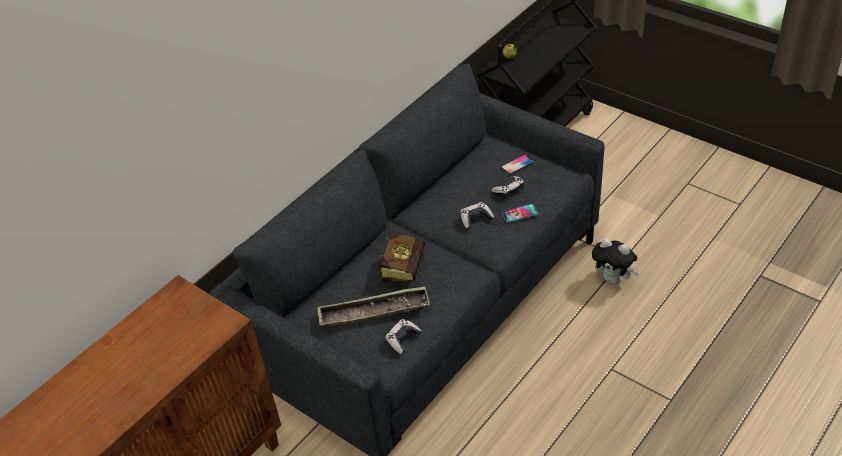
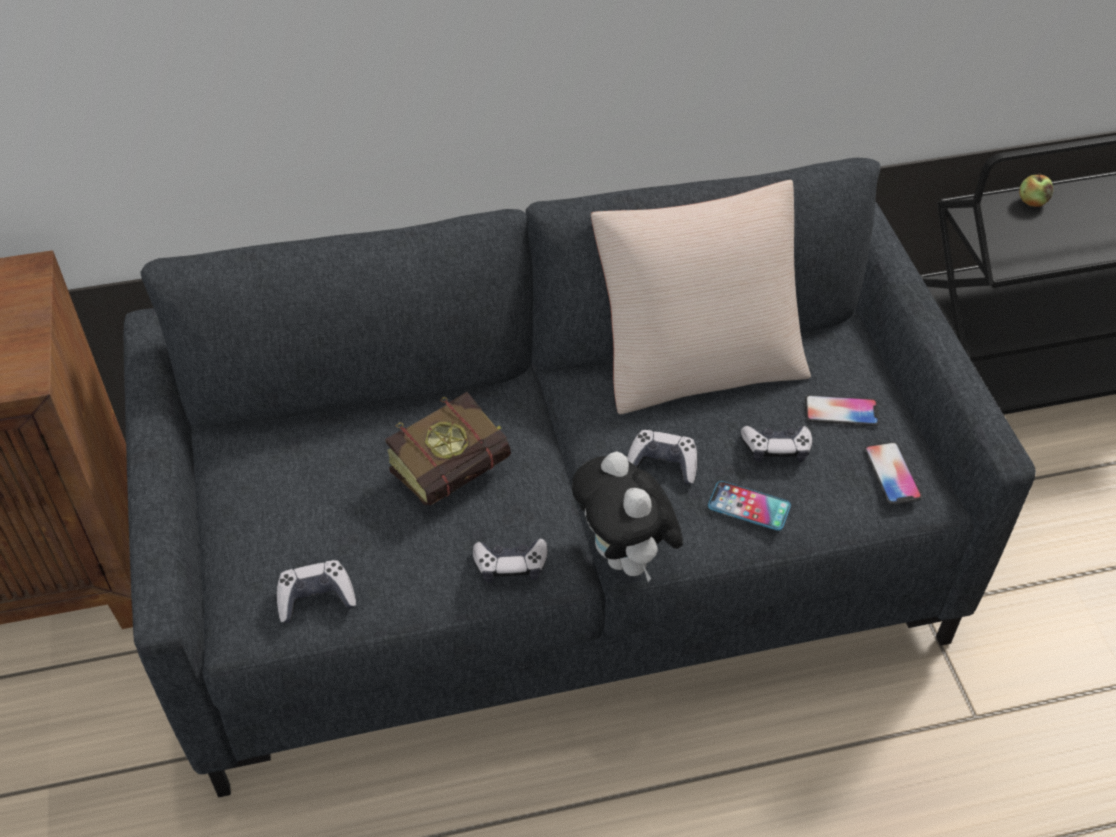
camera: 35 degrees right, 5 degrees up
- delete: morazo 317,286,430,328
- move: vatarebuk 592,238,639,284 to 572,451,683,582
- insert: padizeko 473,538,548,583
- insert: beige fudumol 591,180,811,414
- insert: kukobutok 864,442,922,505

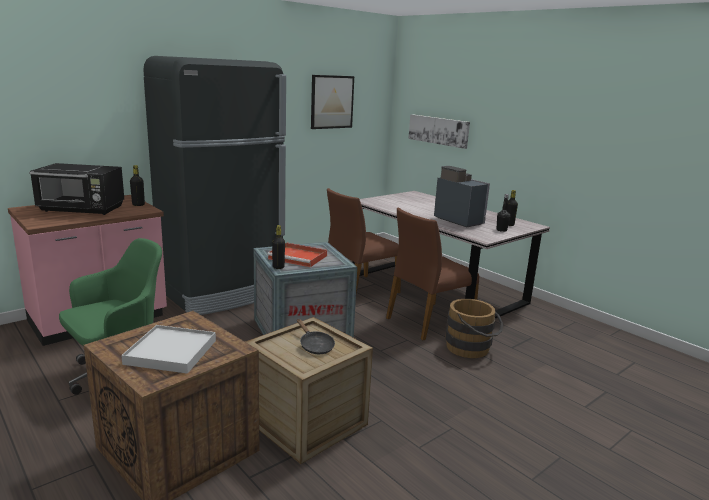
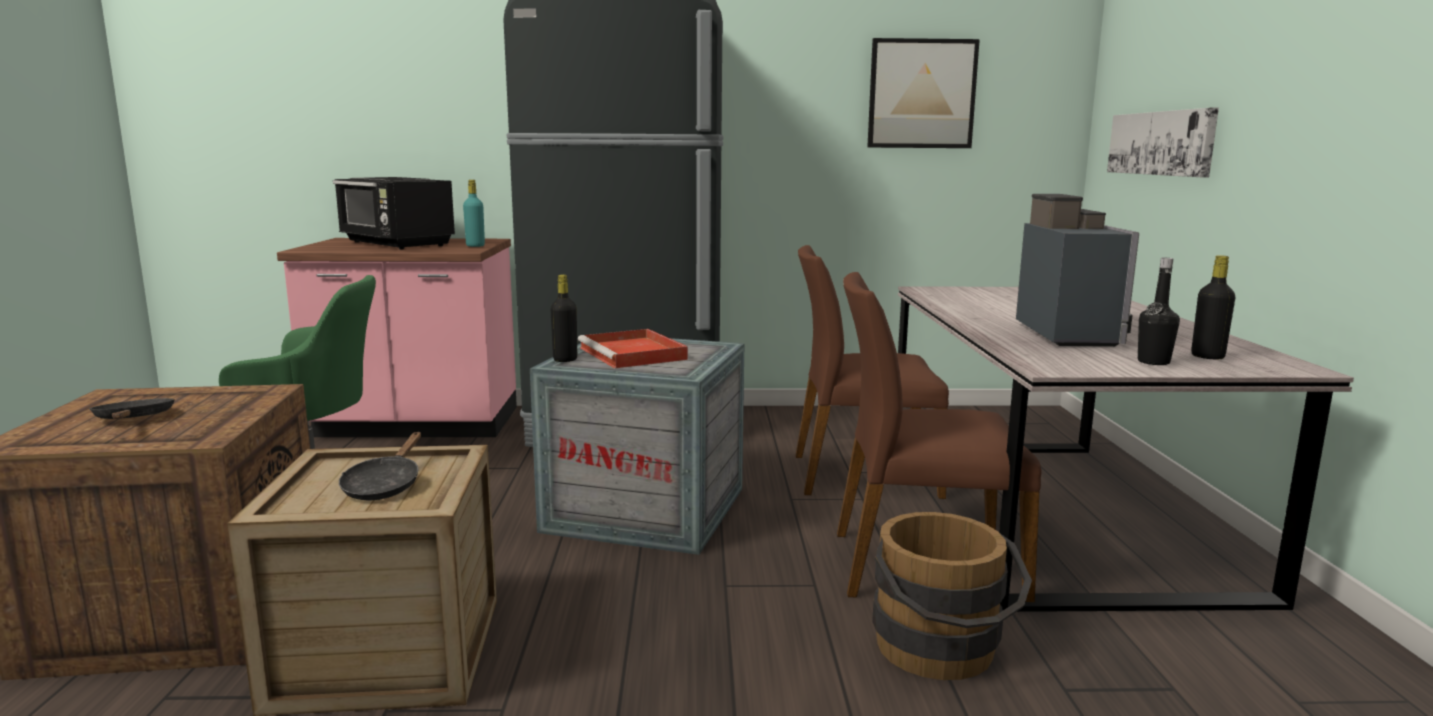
camera: 40 degrees right, 5 degrees down
- replace: white morazo 121,325,216,374 to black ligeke 89,398,175,419
- recolor: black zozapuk 130,165,145,206 to turquoise zozapuk 463,180,485,247

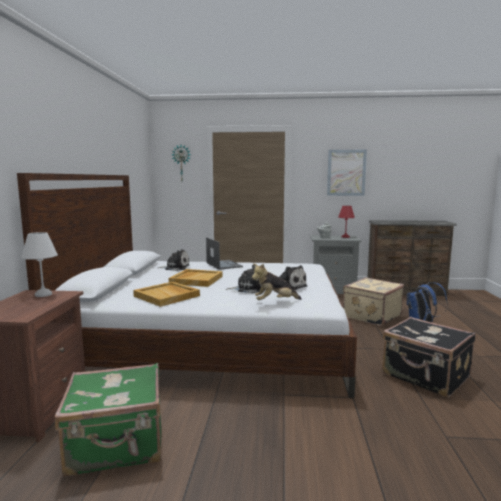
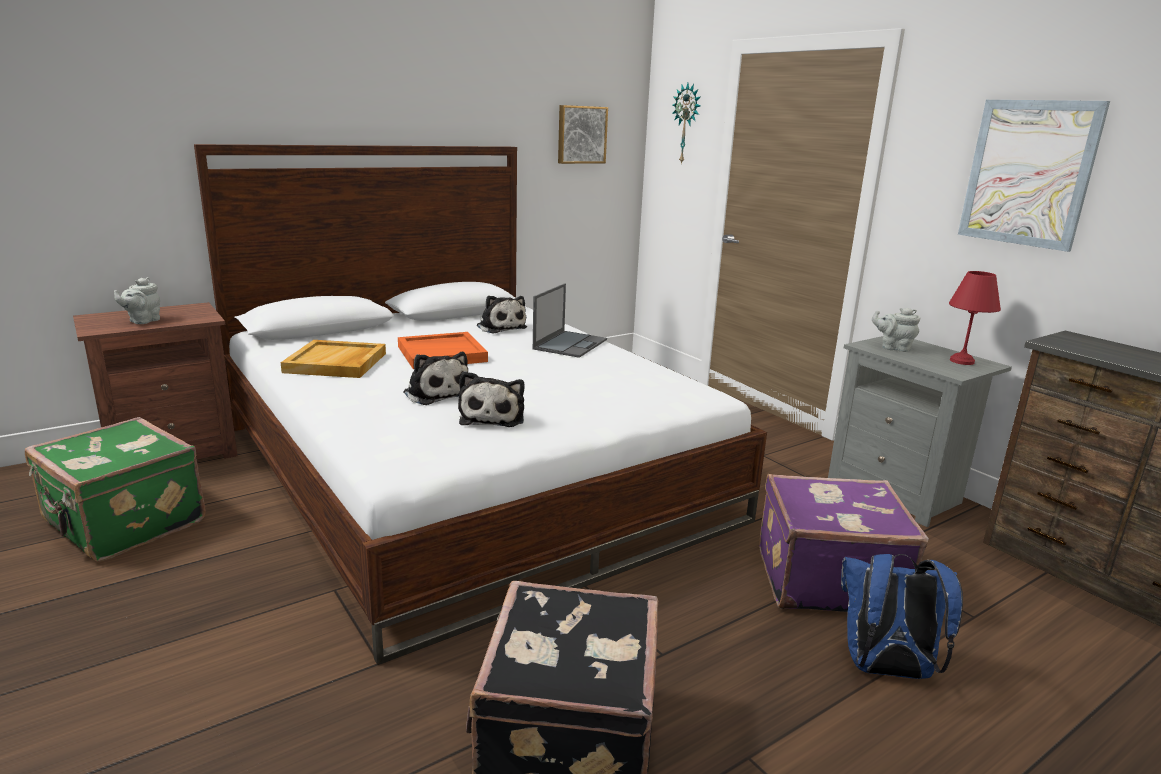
camera: 50 degrees right, 10 degrees up
- delete: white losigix 21,232,58,297
- recolor: beige morazo 169,269,223,287 to orange morazo 398,332,488,369
- delete: vatarebuk 252,263,302,300
- recolor: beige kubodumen 343,277,404,326 to purple kubodumen 759,474,929,612
- insert: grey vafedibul 114,277,160,324
- insert: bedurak 558,105,608,164

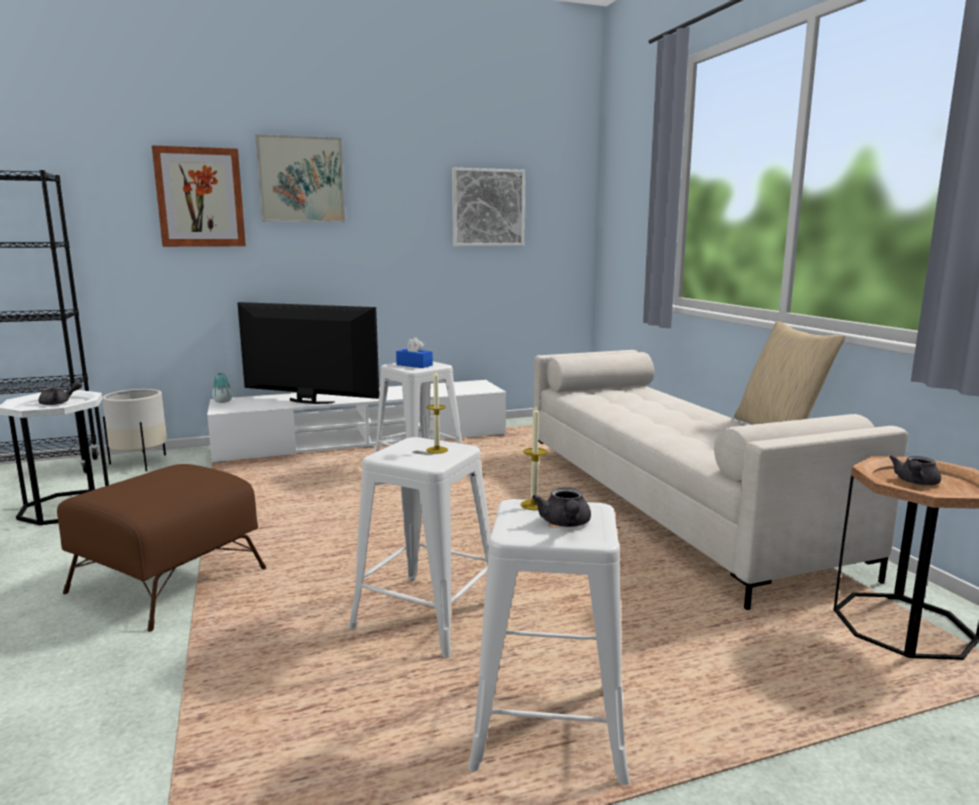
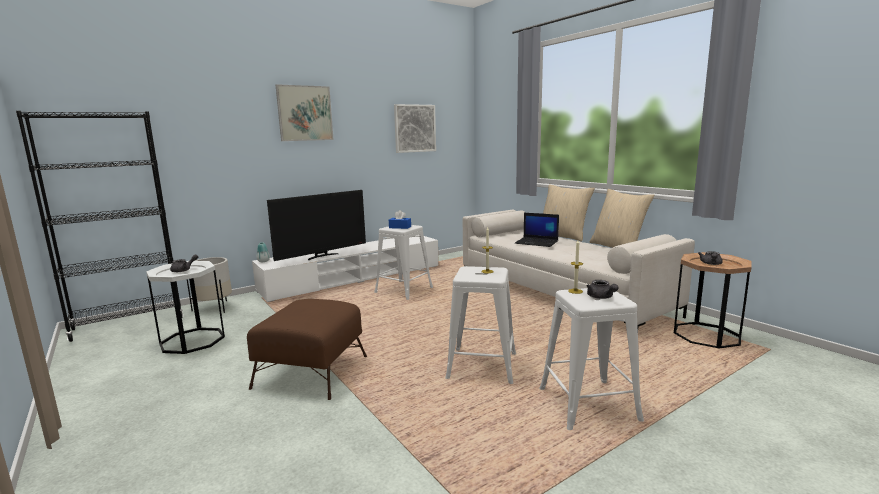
camera: 15 degrees left, 0 degrees up
- delete: bedurak 152,145,246,247
- rotate: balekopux 237,302,379,404 = 267,190,366,261 135 degrees clockwise
- insert: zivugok 515,213,559,247
- insert: beige fudumol 543,184,595,242

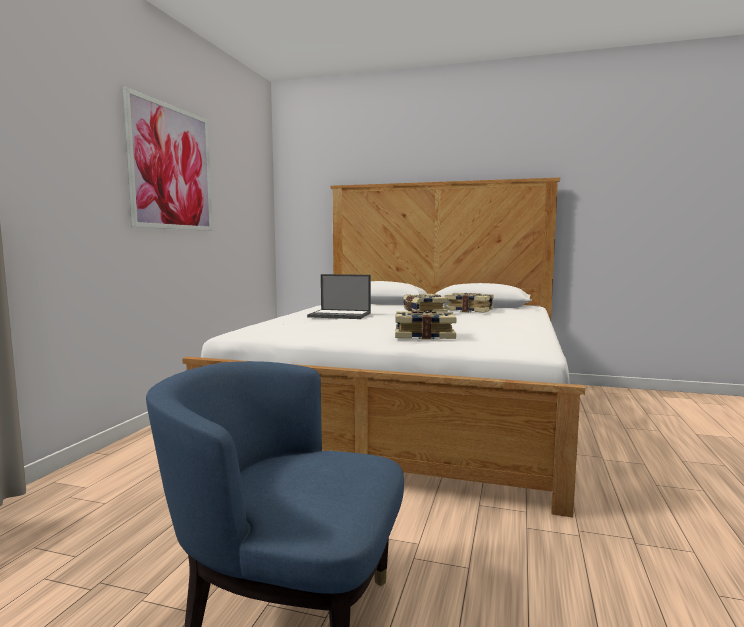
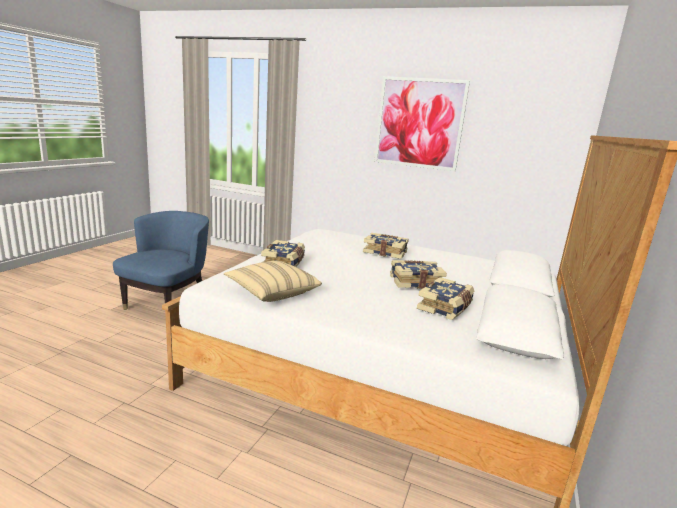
camera: 95 degrees right, 10 degrees up
- replace: zivugok 307,274,371,319 to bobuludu 363,233,408,259
- insert: beige fudumol 224,261,322,302

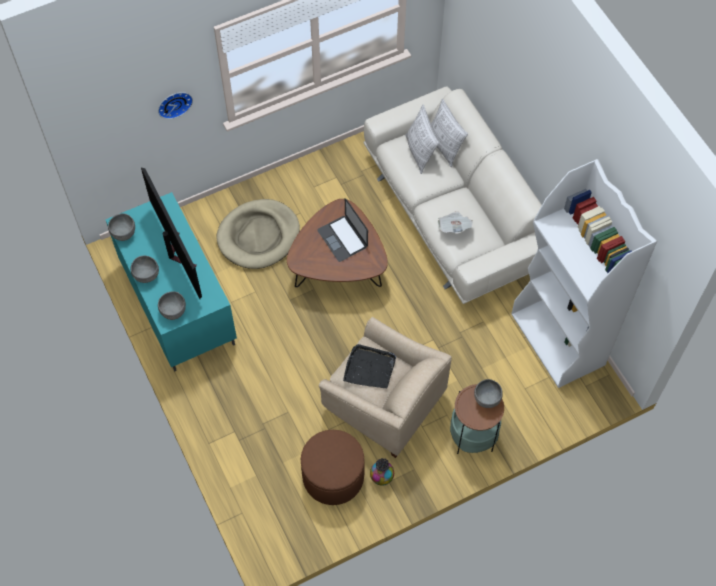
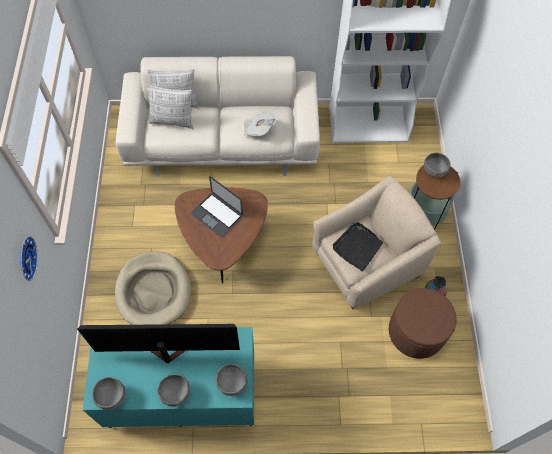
camera: 65 degrees left, 0 degrees up
- rotate: zivugok 317,198,368,262 = 191,176,243,237 45 degrees clockwise

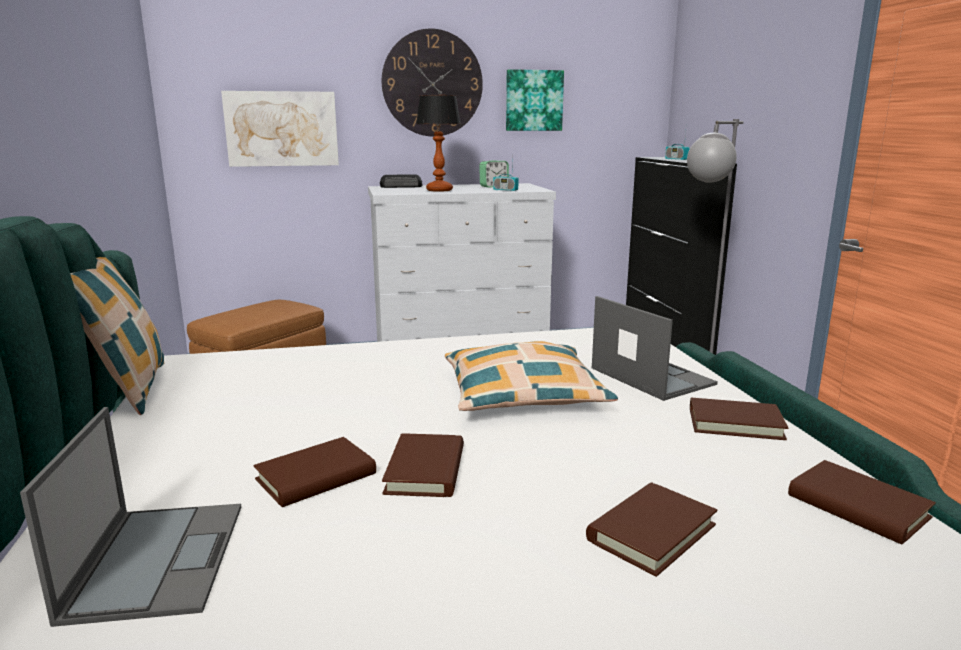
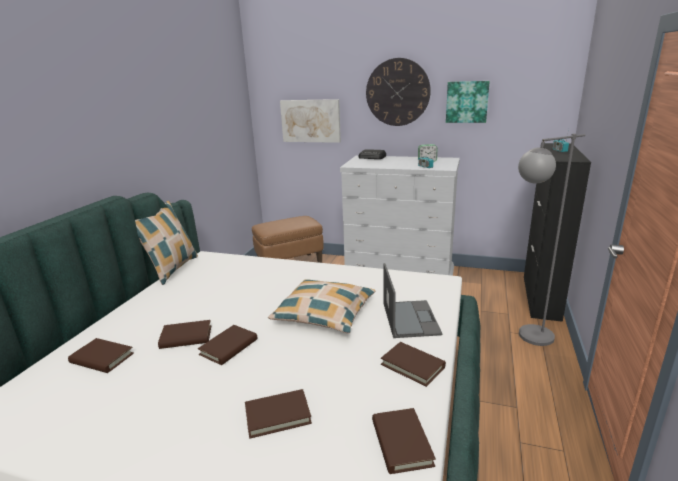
camera: 30 degrees right, 5 degrees up
- replace: zivugok 20,407,241,627 to brown bobuludu 68,338,134,373
- delete: losigix 416,95,461,192

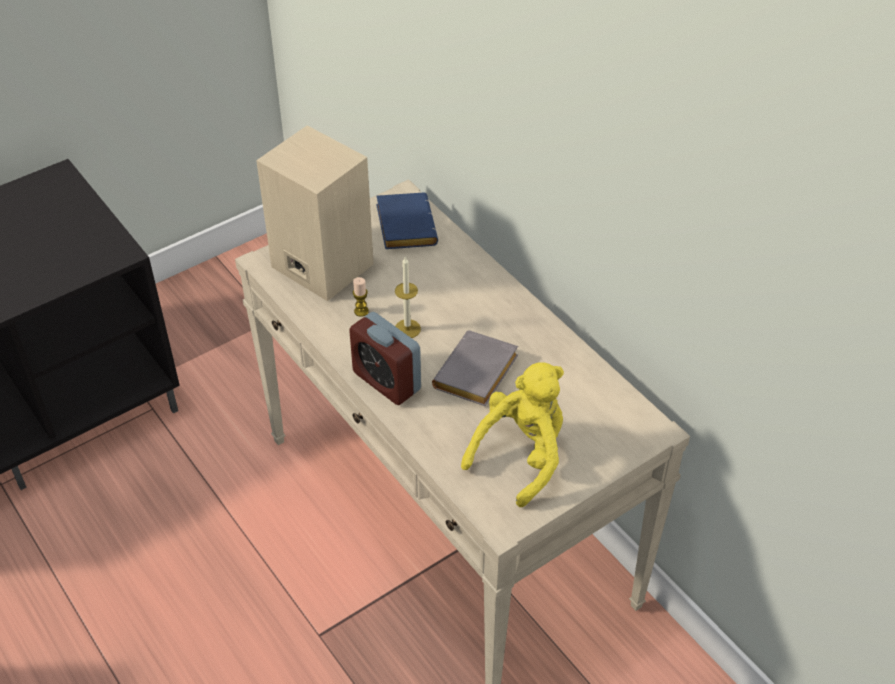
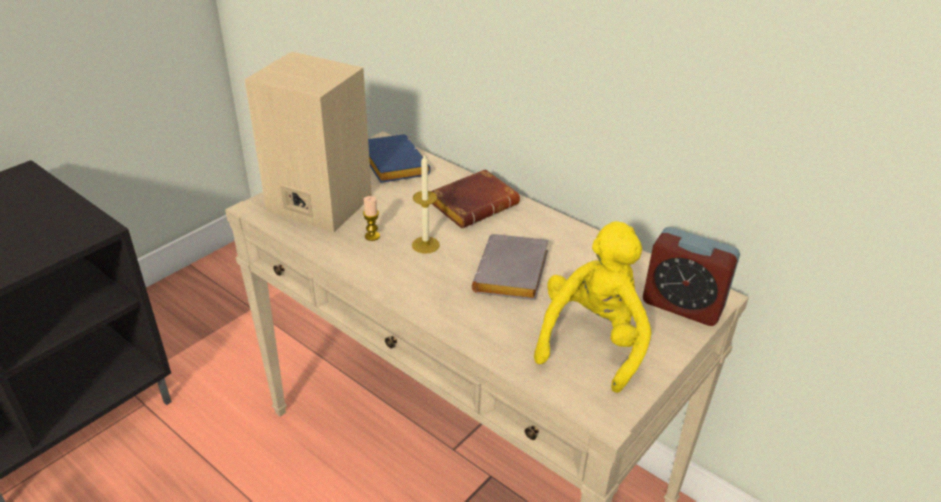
camera: 15 degrees left, 10 degrees down
- move: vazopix 349,312,421,405 to 643,227,740,326
- insert: brown bobuludu 431,169,520,228

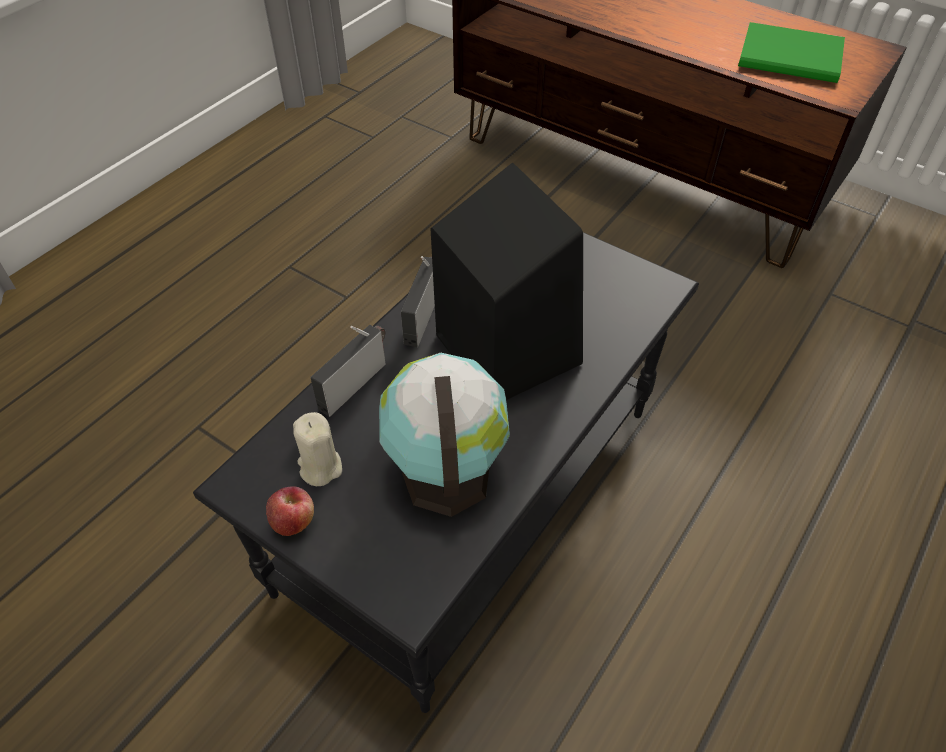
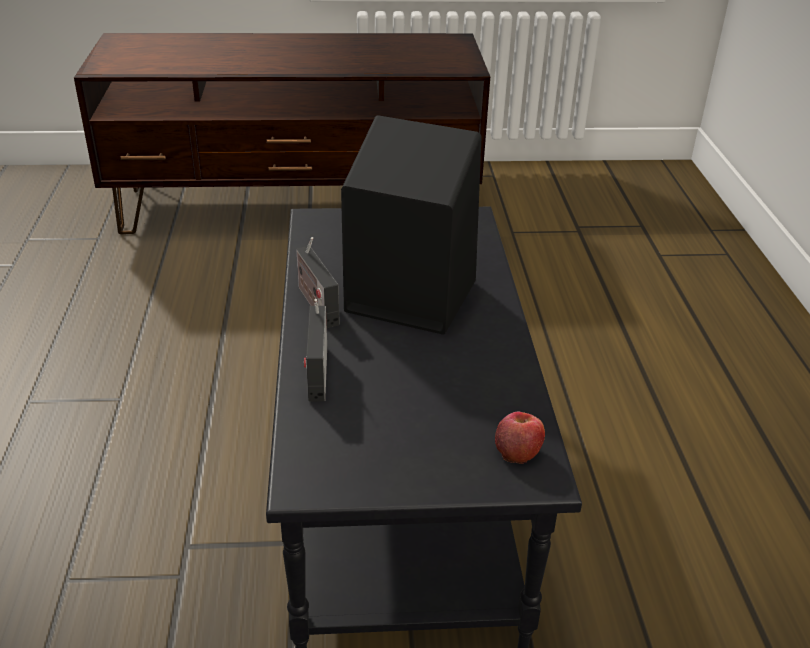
camera: 40 degrees left, 15 degrees down
- move: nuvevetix 266,486,314,536 to 495,412,545,464
- delete: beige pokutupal 293,412,342,486
- delete: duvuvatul 379,353,510,517
- delete: green bobuludu 738,22,845,83

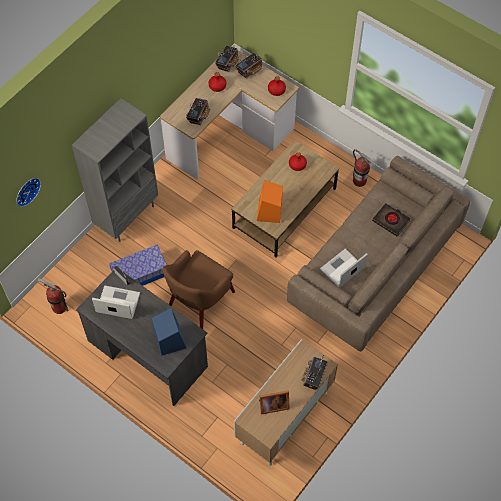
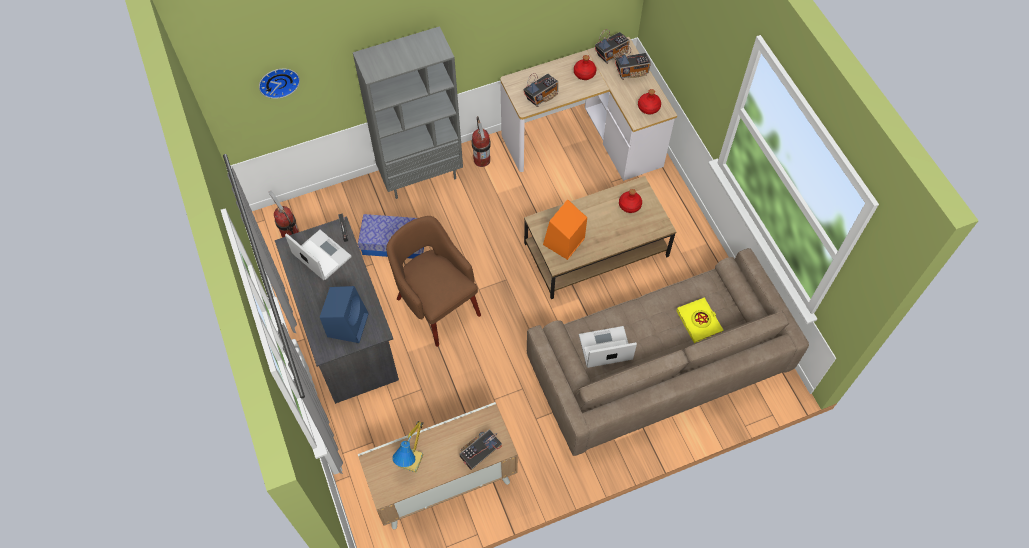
camera: 30 degrees right, 0 degrees up
- rotate: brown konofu 162,250,235,329 = 386,216,481,347 75 degrees clockwise
- replace: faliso 259,390,290,415 to losigix 392,421,424,473
- move: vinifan 353,149,375,187 to 472,116,491,167
- recolor: black bobuludu 372,203,411,237 to yellow bobuludu 676,297,723,343

